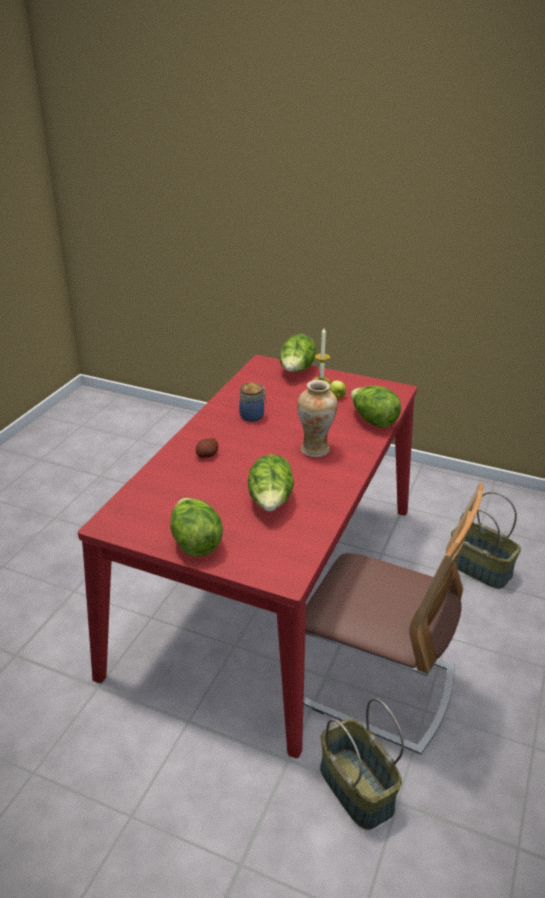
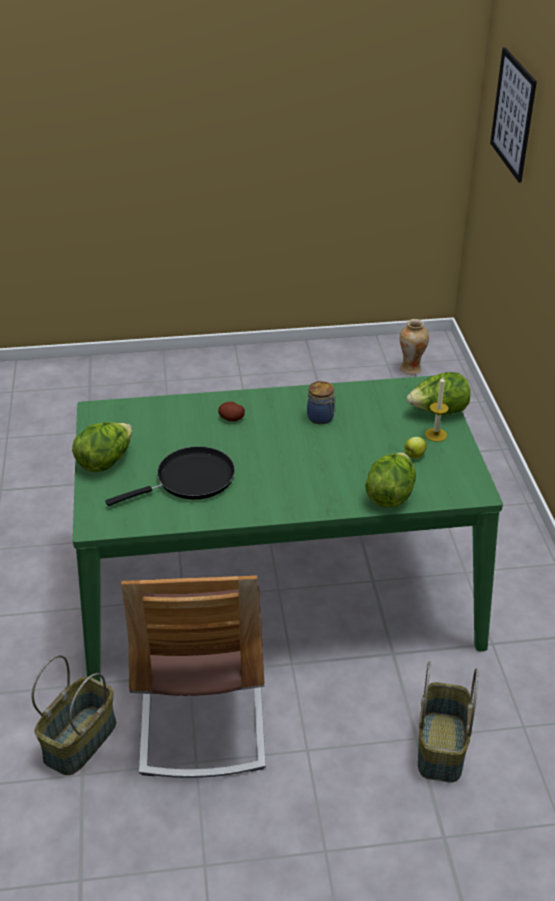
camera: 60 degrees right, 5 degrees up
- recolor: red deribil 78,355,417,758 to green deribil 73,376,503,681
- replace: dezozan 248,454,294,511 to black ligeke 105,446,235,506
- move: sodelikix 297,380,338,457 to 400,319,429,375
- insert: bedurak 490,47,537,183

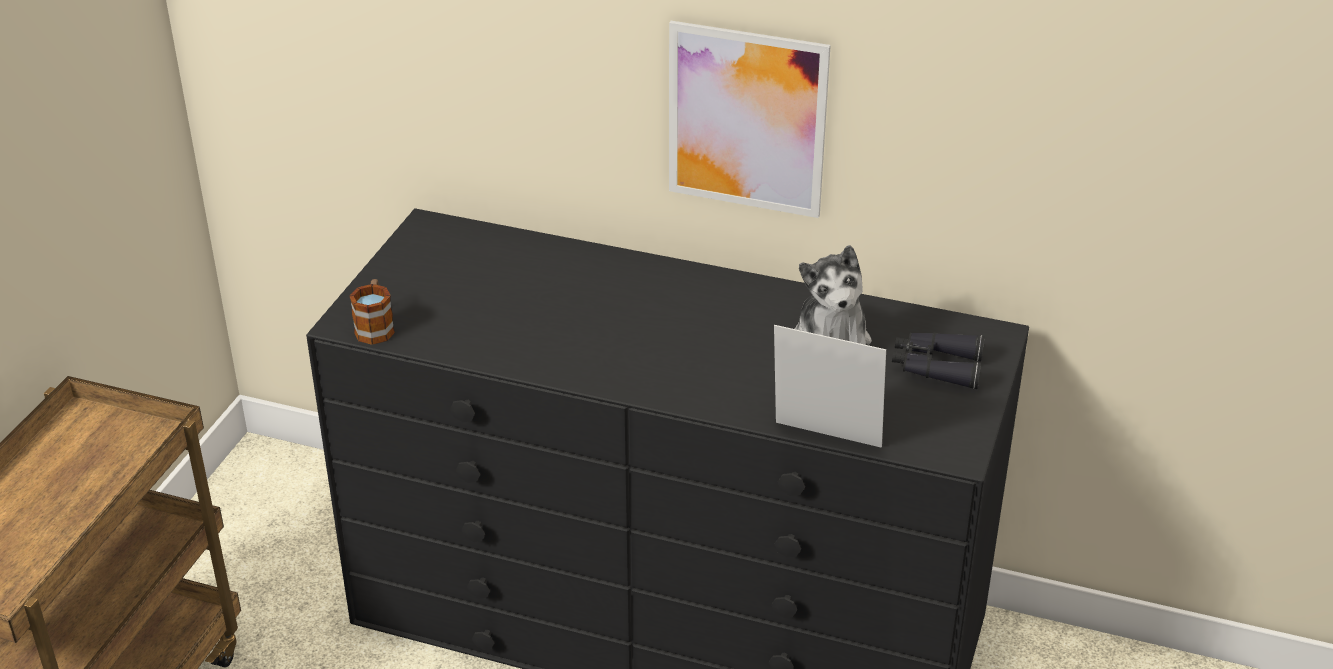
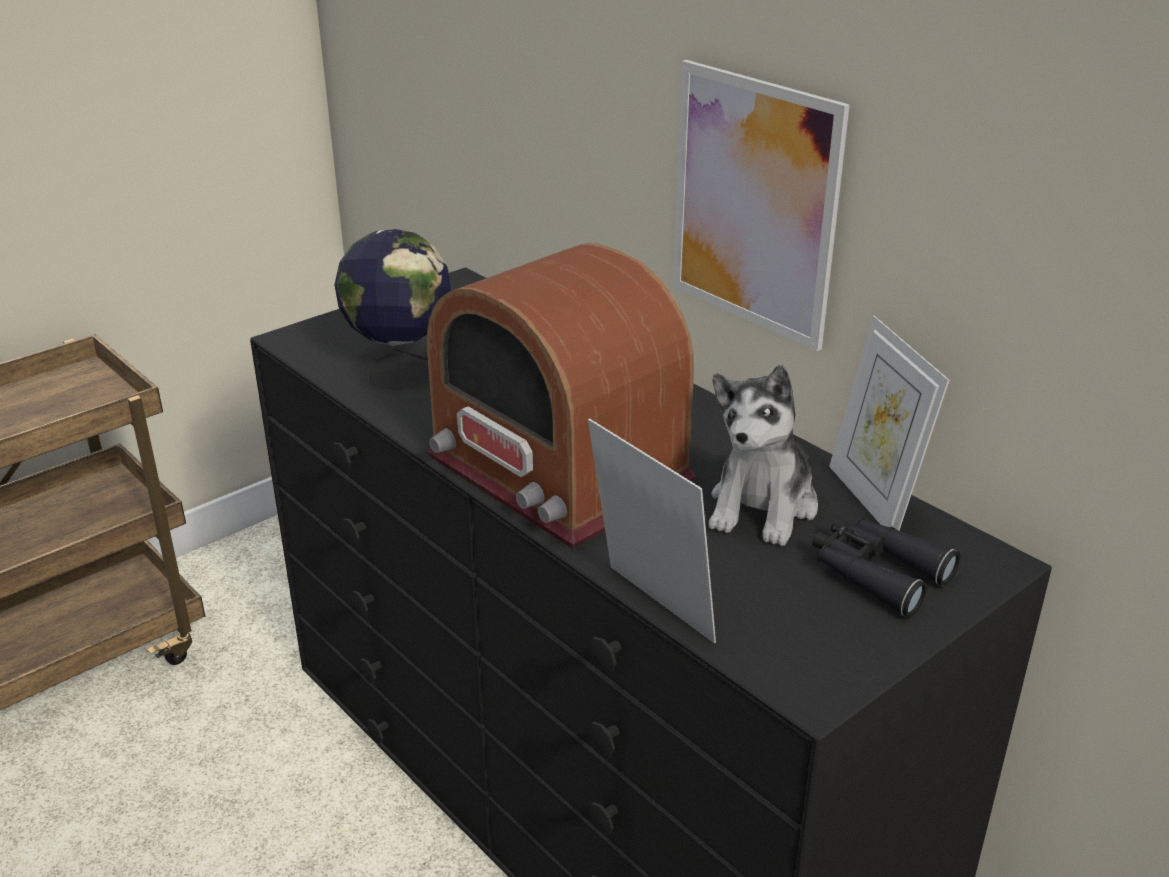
camera: 30 degrees right, 5 degrees down
- delete: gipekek 350,279,395,345
- insert: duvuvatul 334,229,452,390
- insert: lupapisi 427,243,696,549
- insert: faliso 829,316,949,530

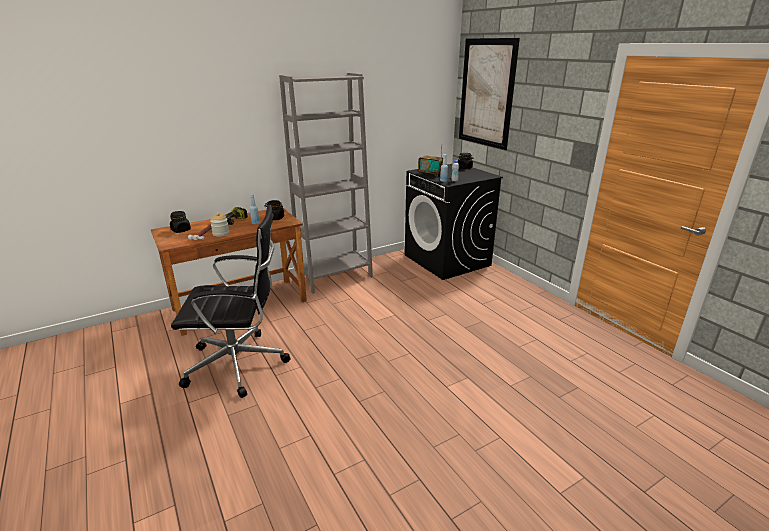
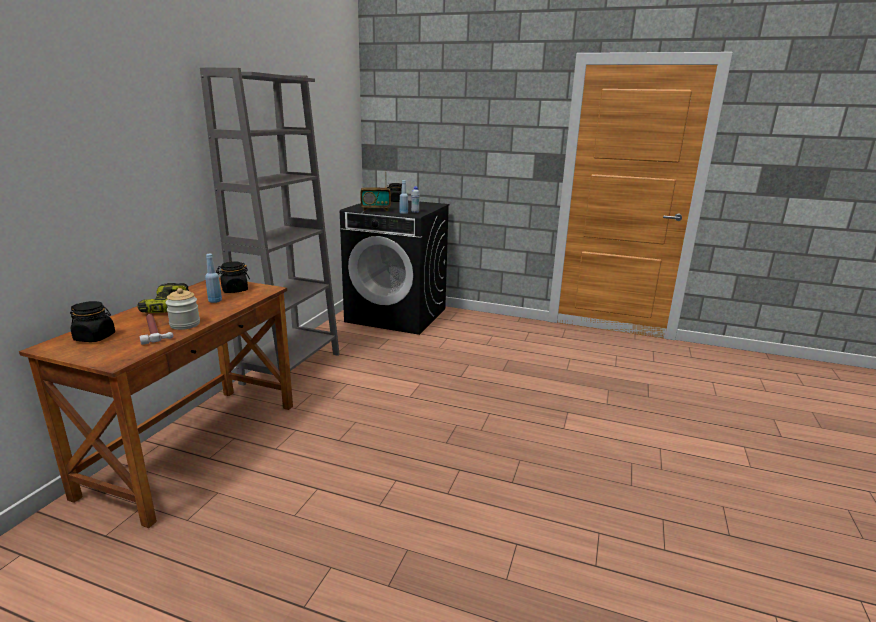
camera: 40 degrees left, 5 degrees down
- delete: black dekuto 171,204,291,398
- delete: bedurak 459,38,520,150

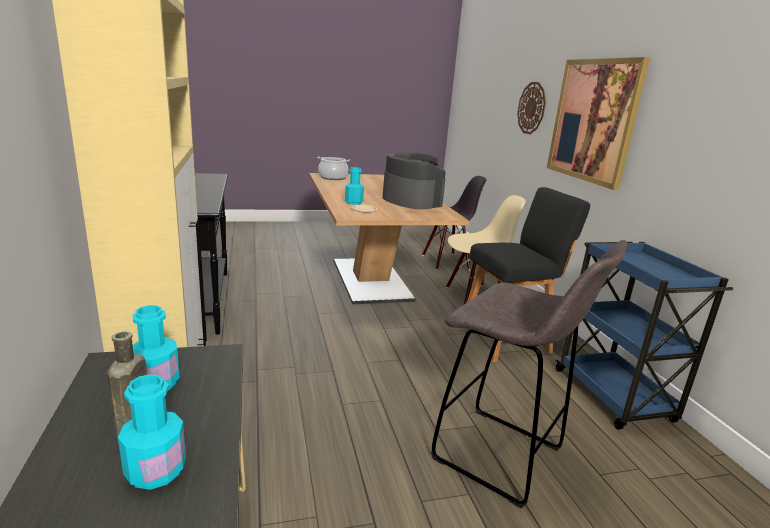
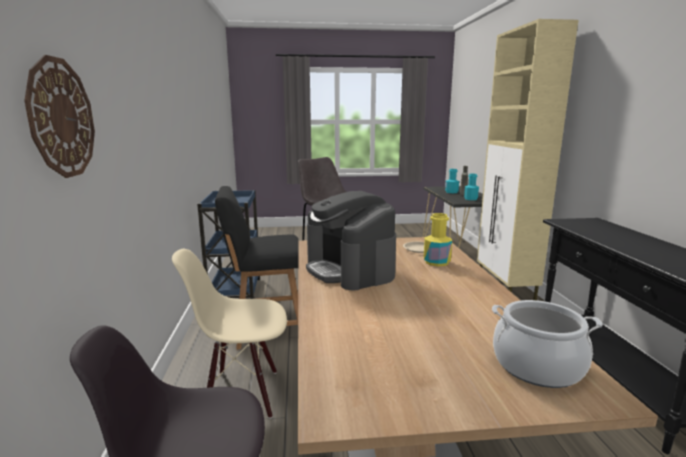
camera: 170 degrees left, 5 degrees down
- recolor: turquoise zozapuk 345,167,364,205 to yellow zozapuk 424,213,452,266
- delete: bedurak 547,57,650,190

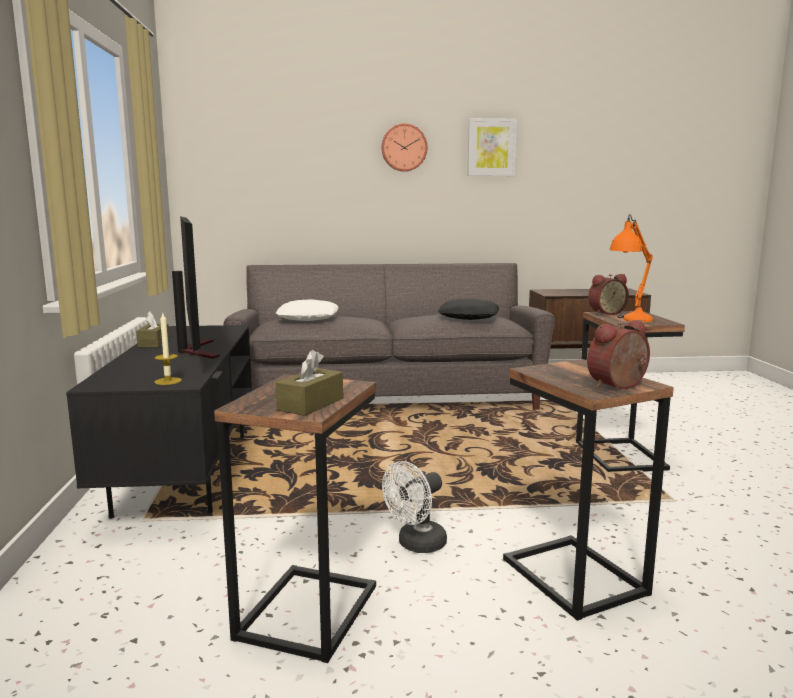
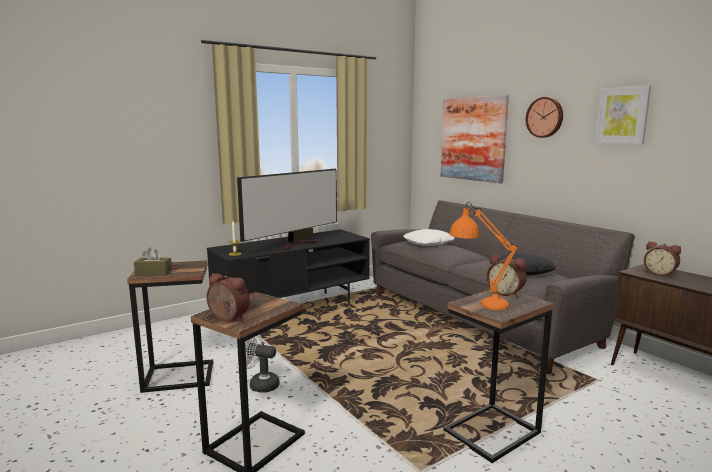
camera: 60 degrees right, 0 degrees up
- insert: bedurak 441,95,509,183
- insert: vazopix 644,241,681,277

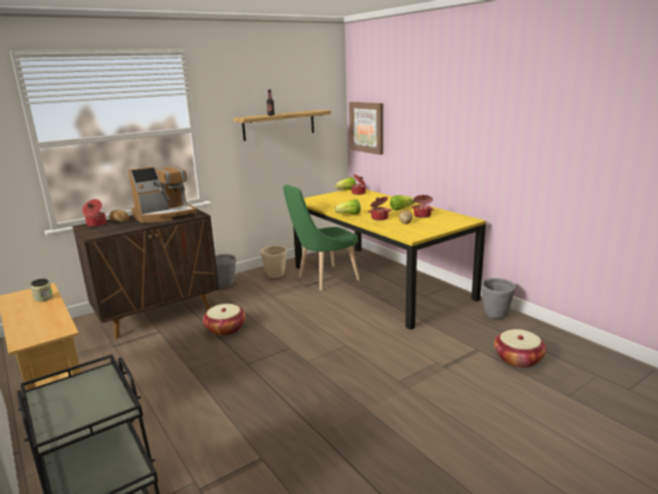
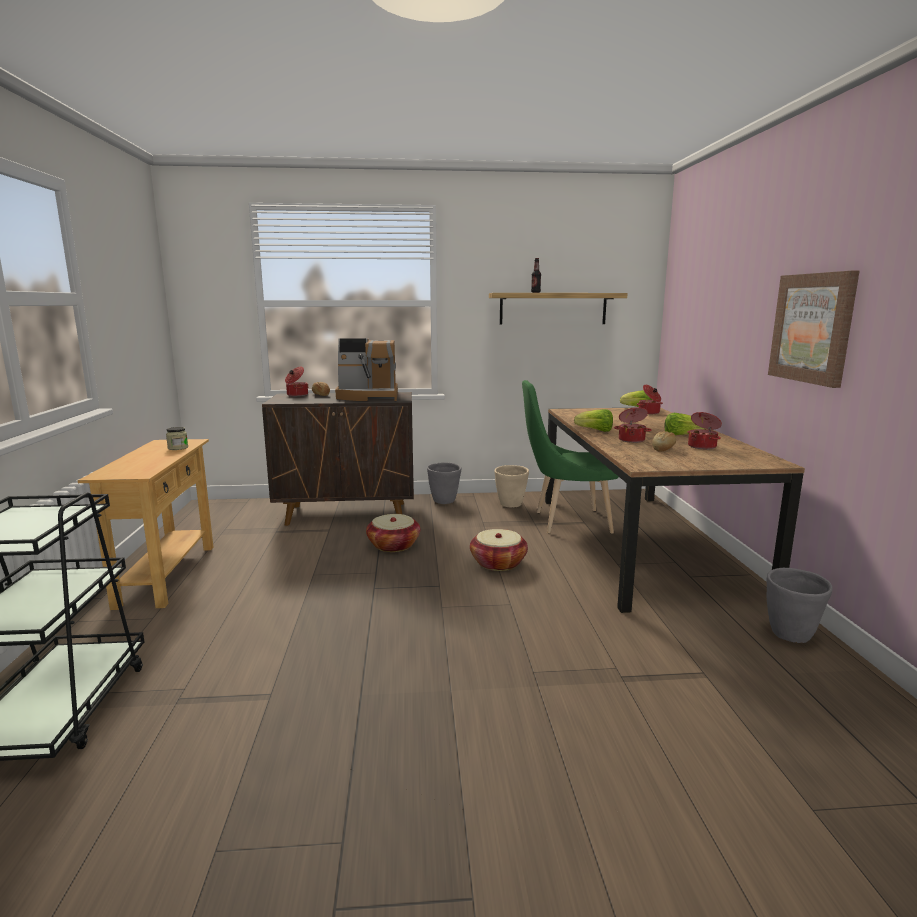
camera: 30 degrees right, 5 degrees down
- recolor: yellow deribil 293,189,486,330 to brown deribil 545,408,805,613
- move: bedurak 349,102,383,155 to 768,271,859,388
- move: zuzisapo 494,329,546,368 to 470,529,528,571

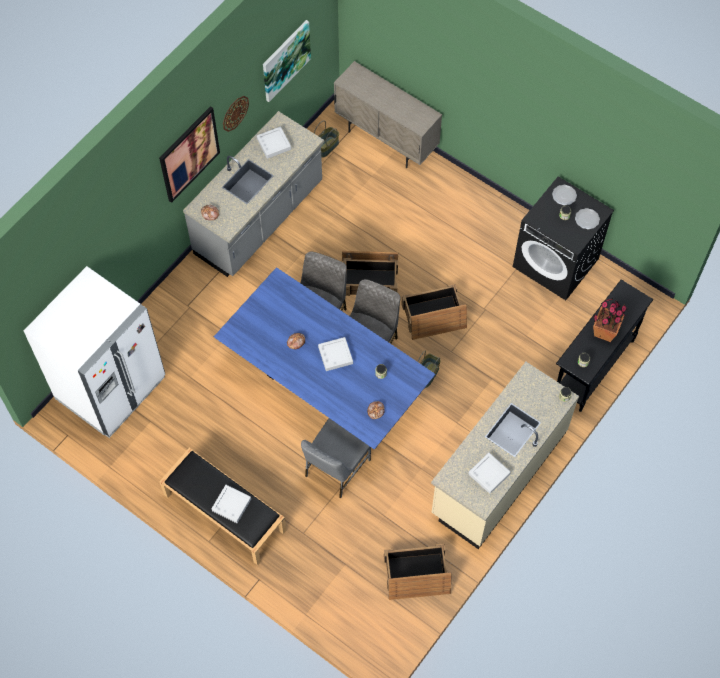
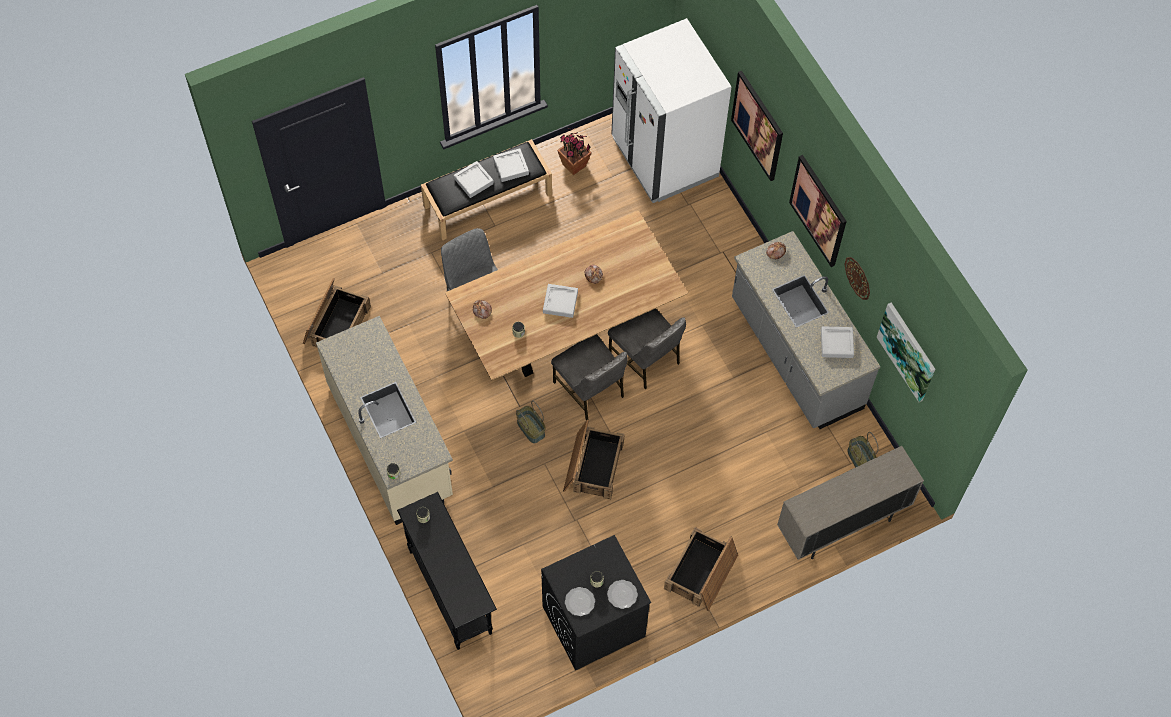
camera: 115 degrees right, 0 degrees up
- recolor: blue deribil 214,267,436,450 to brown deribil 445,210,689,381
- move: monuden 342,251,398,296 to 664,527,738,611
- move: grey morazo 468,453,511,494 to 493,148,529,182
- move: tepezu 593,298,628,342 to 557,128,592,175
- insert: bedurak 731,71,783,181

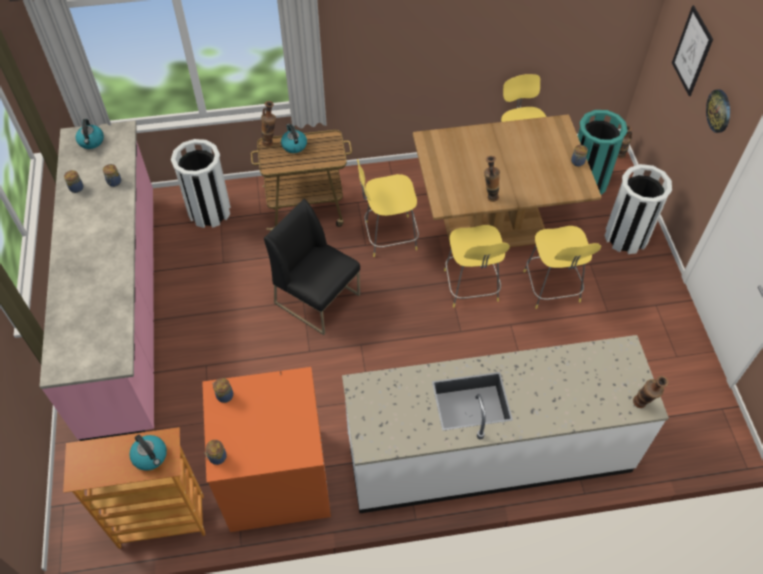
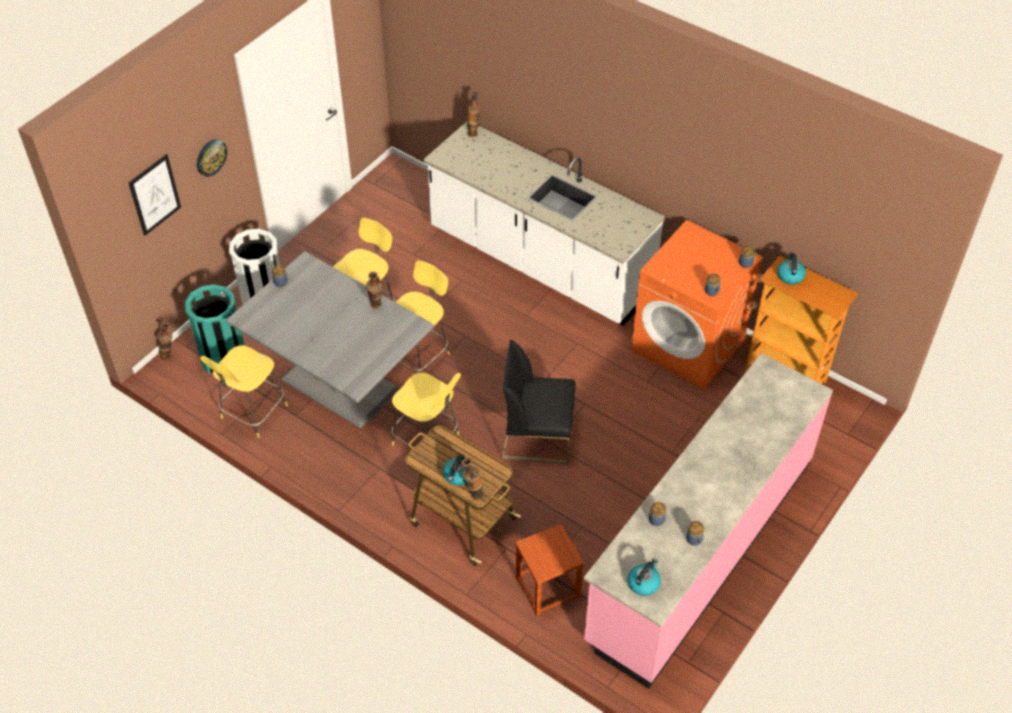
camera: 135 degrees left, 5 degrees down
- replace: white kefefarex 171,139,231,228 to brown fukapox 515,524,584,616
- rotate: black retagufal 264,198,360,335 = 501,340,576,464 105 degrees clockwise
- recolor: brown deribil 413,115,601,247 to grey deribil 226,251,434,428

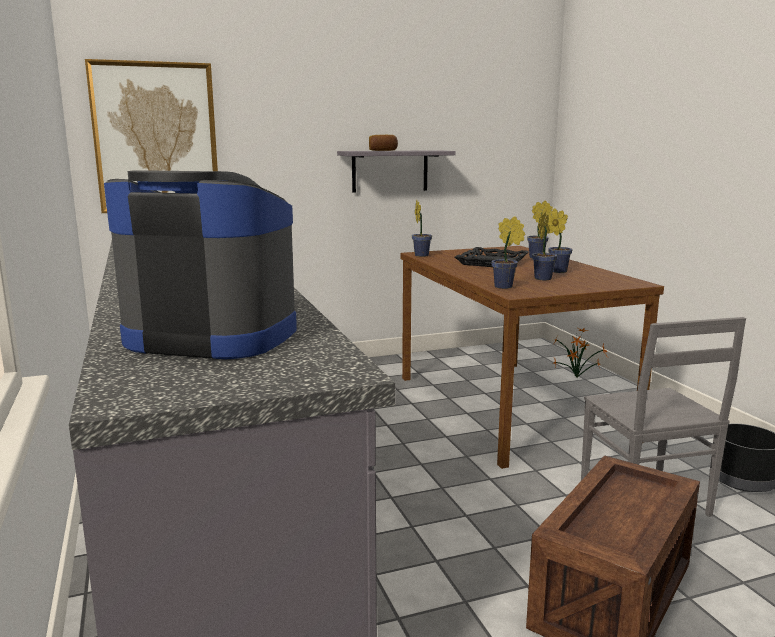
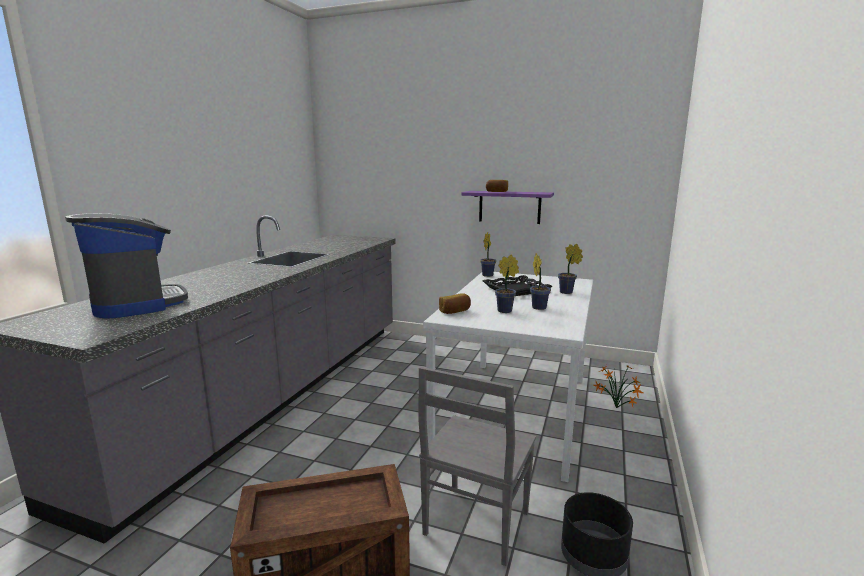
camera: 40 degrees right, 0 degrees up
- delete: bedurak 85,59,218,213
- recolor: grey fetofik 337,150,456,193 to purple fetofik 461,191,554,224
- recolor: brown deribil 401,246,664,469 to white deribil 423,272,593,482
- replace: tepezu 492,216,525,289 to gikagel 439,293,471,314

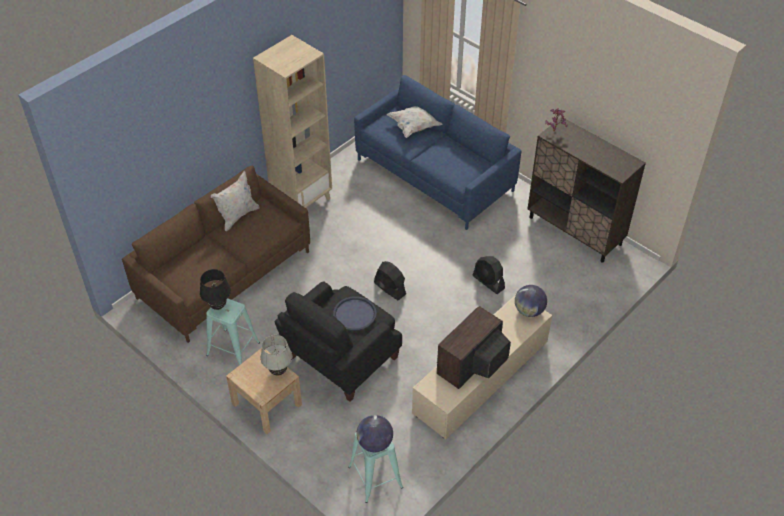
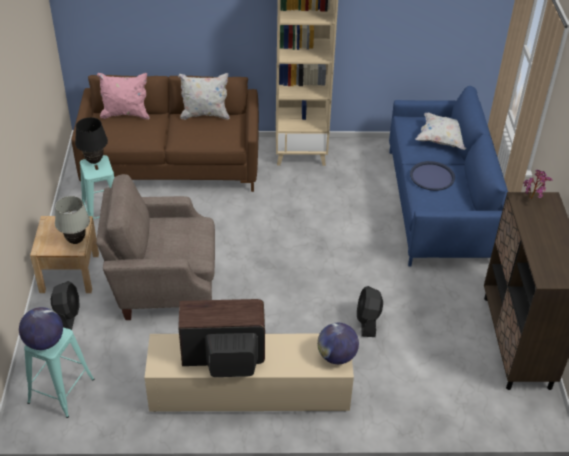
camera: 45 degrees right, 5 degrees down
- recolor: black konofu 275,281,402,402 to beige konofu 96,174,215,320
- move: blue morazo 333,296,376,331 to 410,161,455,191
- move: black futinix 374,261,406,300 to 51,281,80,330
- insert: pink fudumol 97,73,149,120

